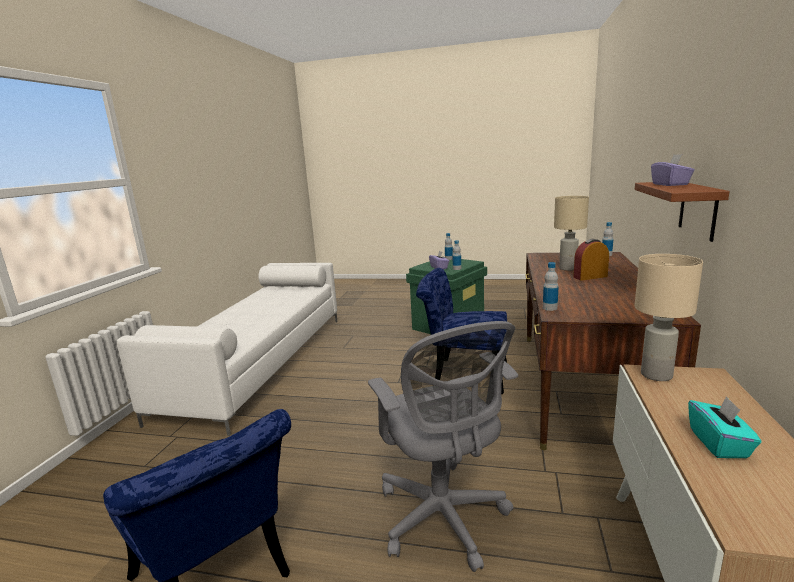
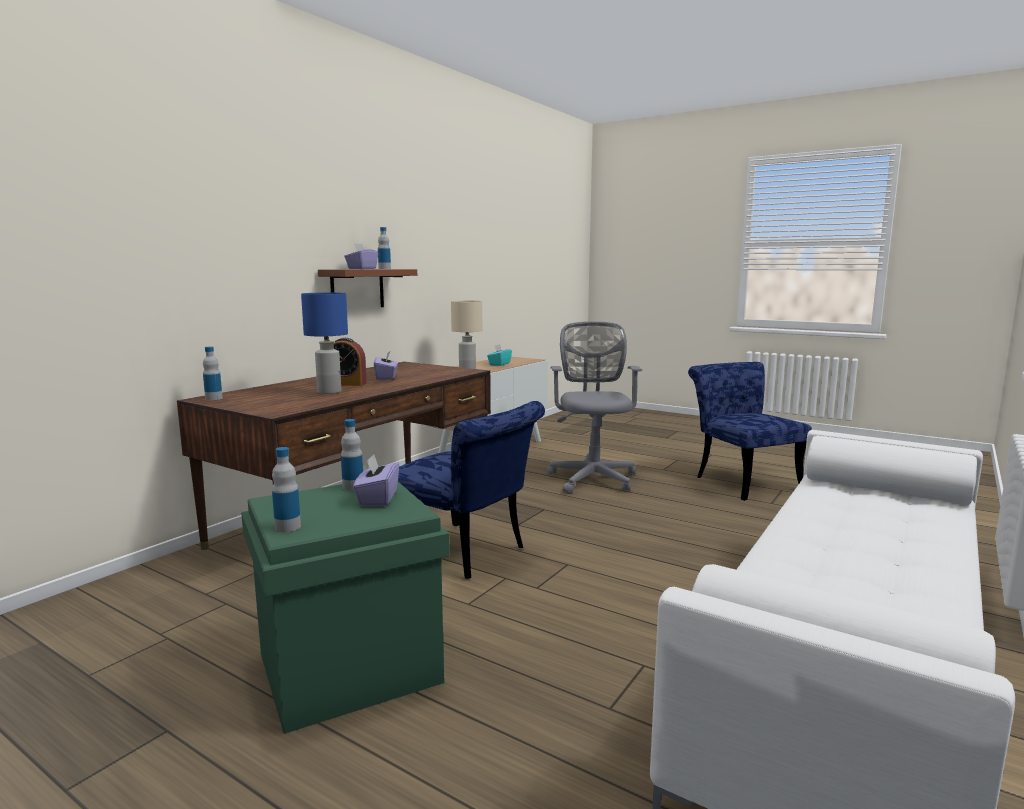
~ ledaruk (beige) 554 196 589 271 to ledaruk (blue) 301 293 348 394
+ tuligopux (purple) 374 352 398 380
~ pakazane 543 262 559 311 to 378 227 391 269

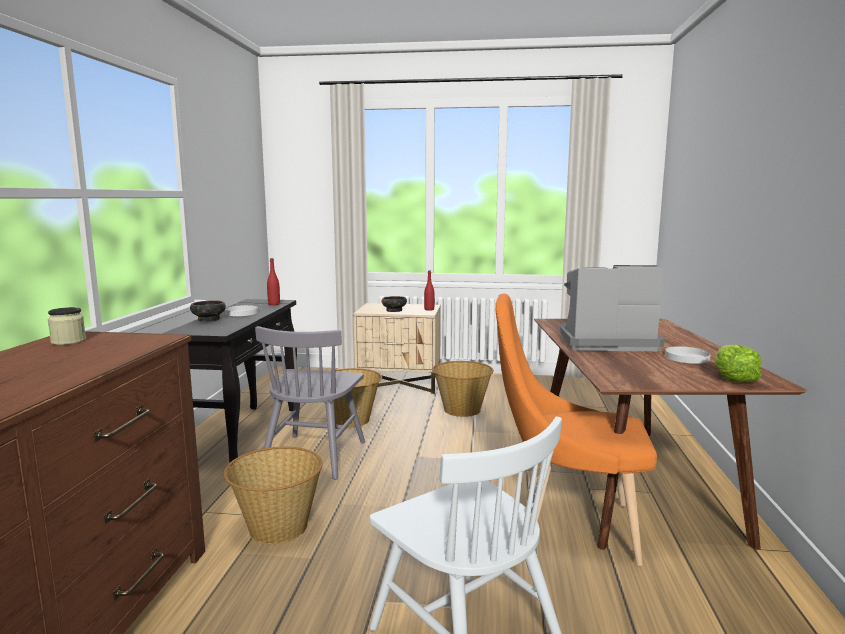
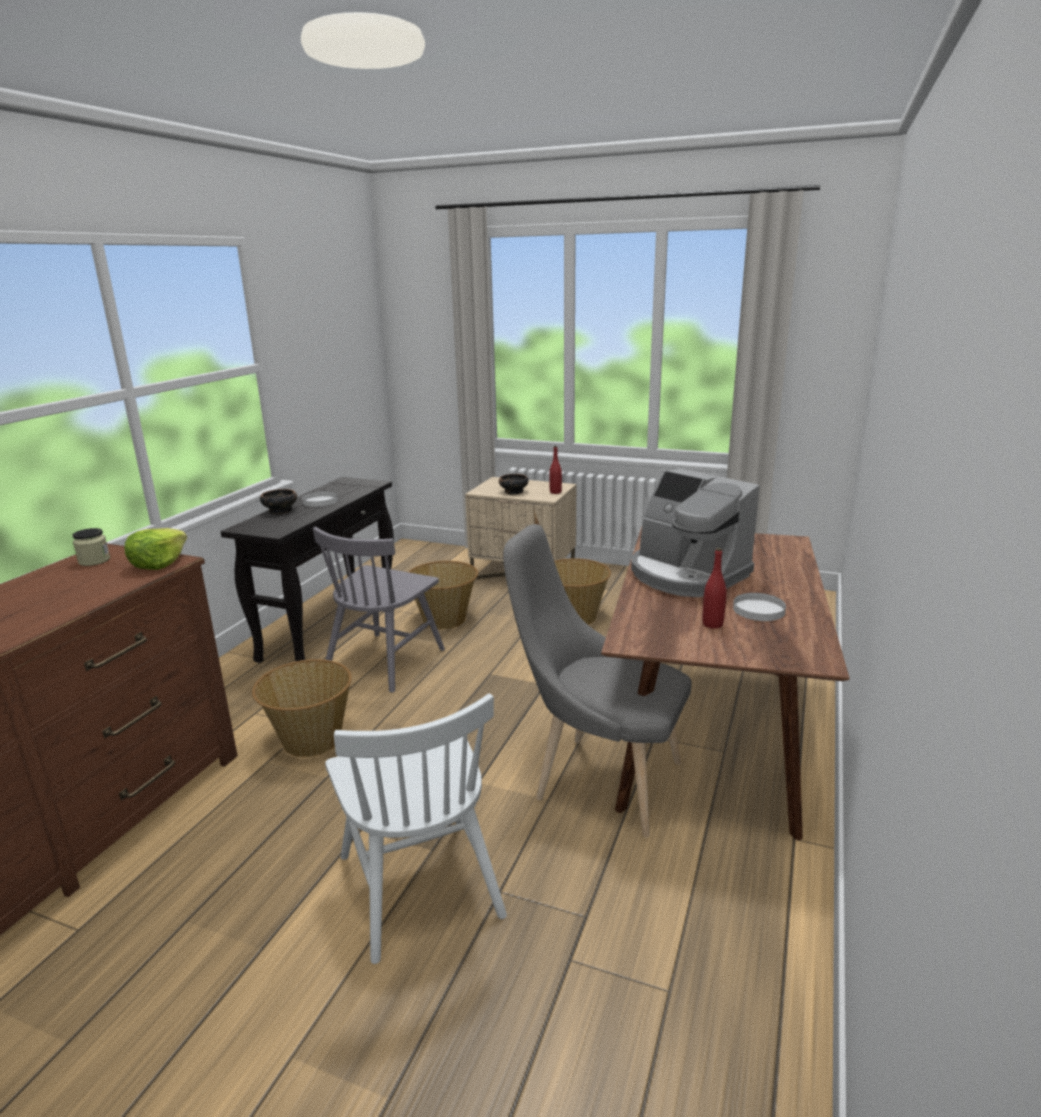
~ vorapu 715 345 762 382 to 124 528 187 570
~ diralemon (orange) 495 294 657 566 to diralemon (grey) 503 524 692 838
~ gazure 560 265 665 351 = 631 468 759 597 150 degrees counterclockwise
~ pakazane (red) 267 258 280 305 to 703 548 726 629

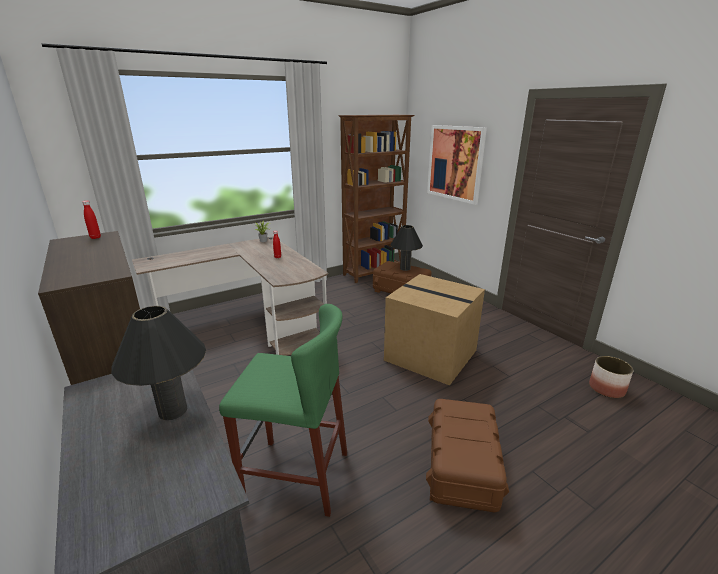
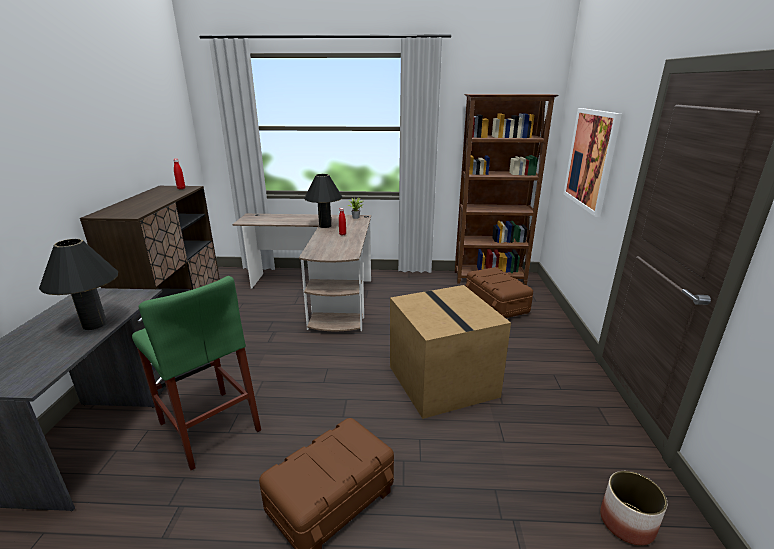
~ ledaruk (black) 390 225 423 271 to 304 174 342 228

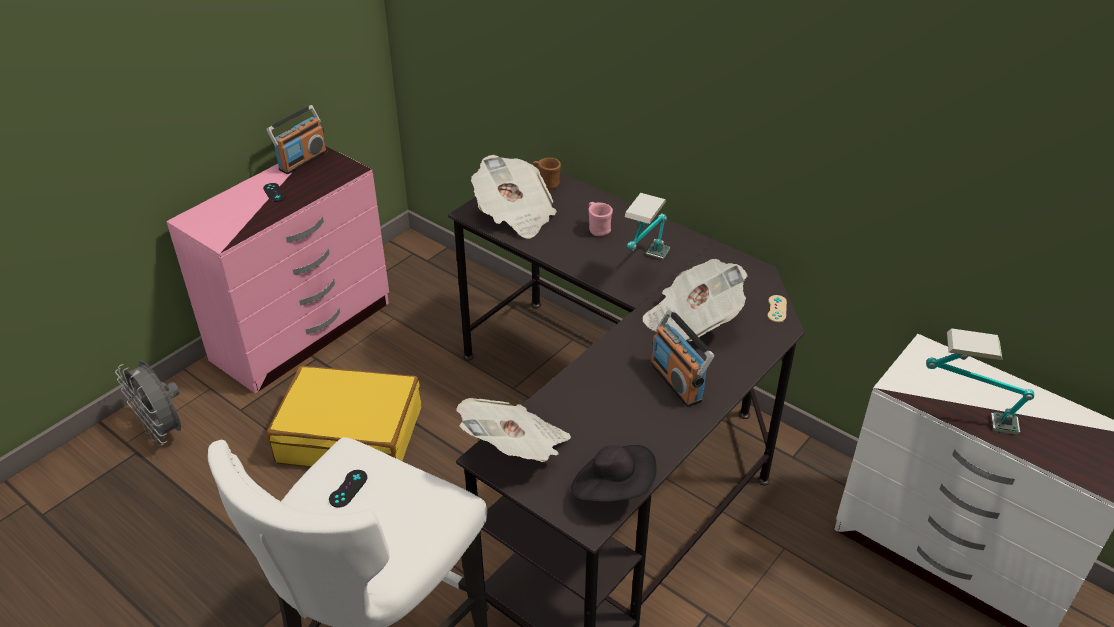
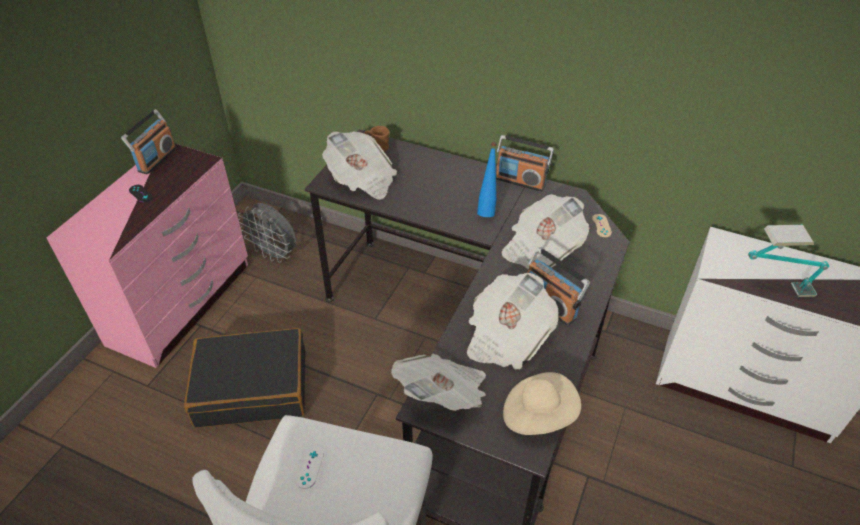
~ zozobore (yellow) 267 366 421 467 to zozobore (black) 184 328 305 428
~ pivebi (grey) 115 361 181 446 to 238 203 296 263
~ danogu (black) 329 470 367 508 to danogu (white) 296 447 324 489
+ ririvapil 467 273 559 370
~ ledaruk 624 193 670 260 to pakazane (blue) 477 142 497 217
+ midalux 496 135 554 192
~ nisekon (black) 571 445 657 502 to nisekon (beige) 503 372 581 435
- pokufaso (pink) 588 202 613 236

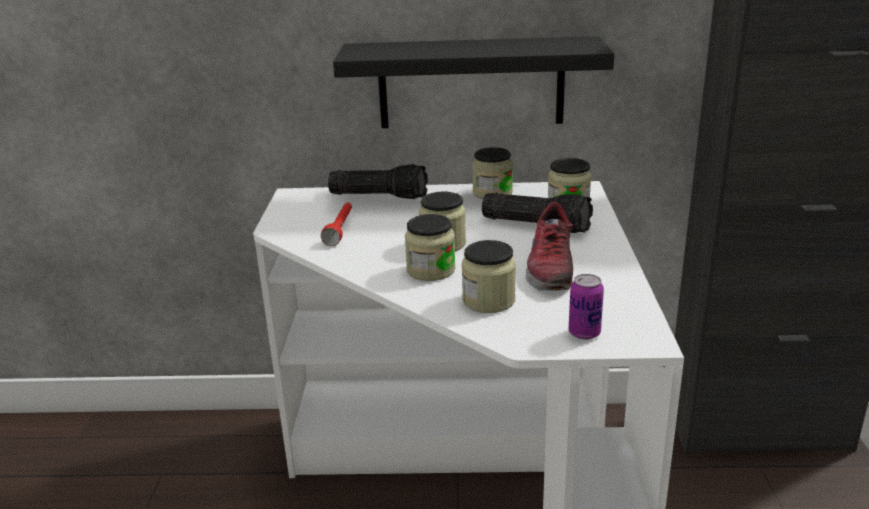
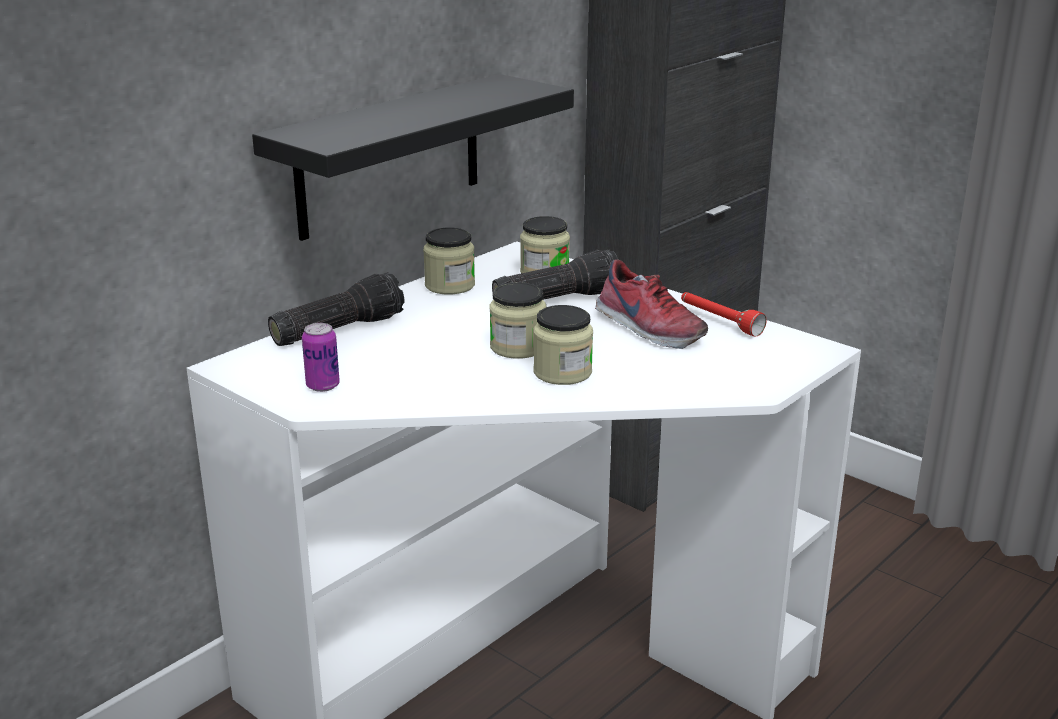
~ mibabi 569 274 604 340 to 302 323 340 392
~ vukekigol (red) 321 203 352 246 to 681 292 767 337
- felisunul 462 240 516 313

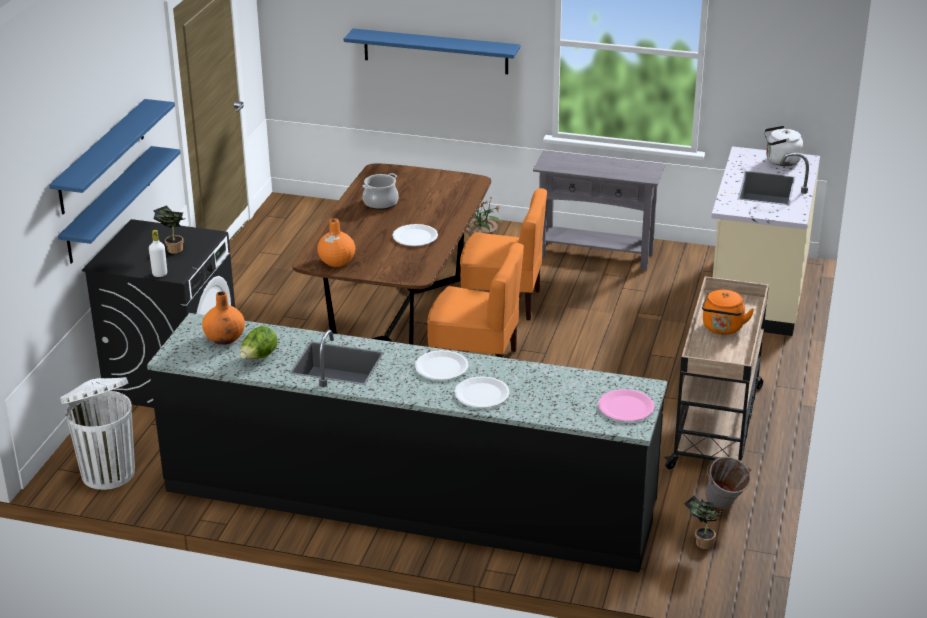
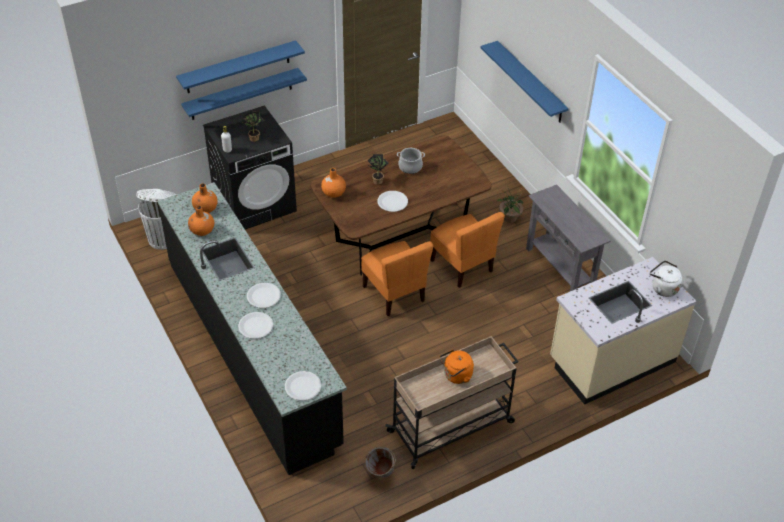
~ vorapu 240 326 278 359 to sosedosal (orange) 188 206 214 236
~ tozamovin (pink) 598 389 655 421 to tozamovin (white) 285 371 321 401
~ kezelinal 684 495 723 549 to 367 154 389 185

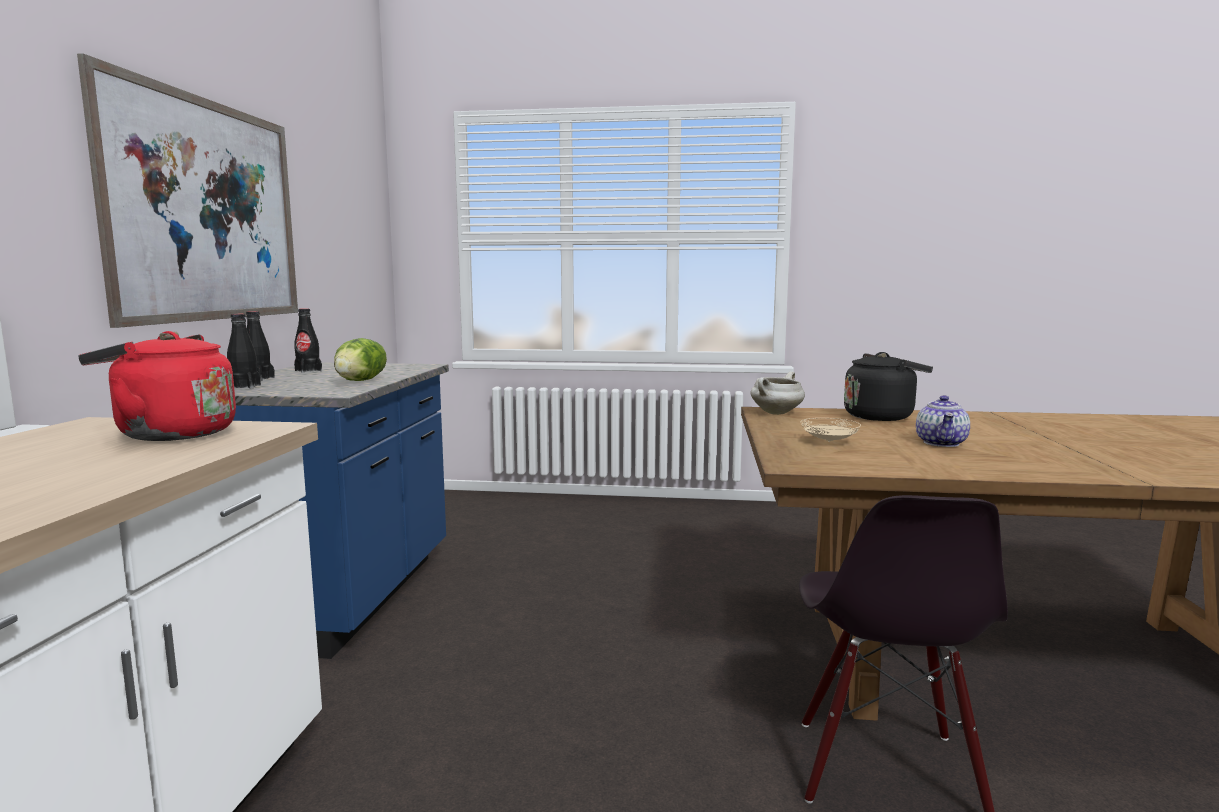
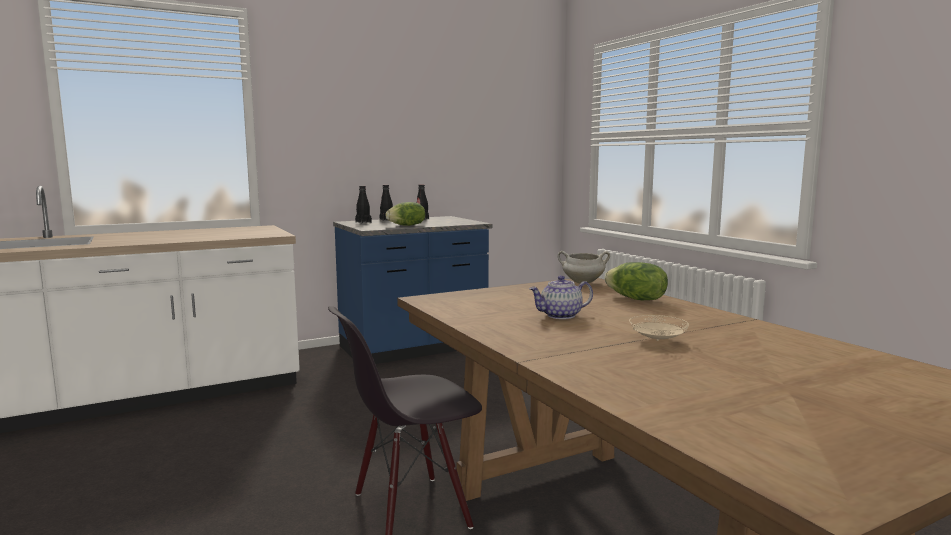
~ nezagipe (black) 844 352 933 421 to vorapu 605 262 668 300
~ tozamovin (beige) 800 418 861 442 to 629 315 689 341
- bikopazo 77 53 298 328
- nezagipe (red) 78 331 236 441

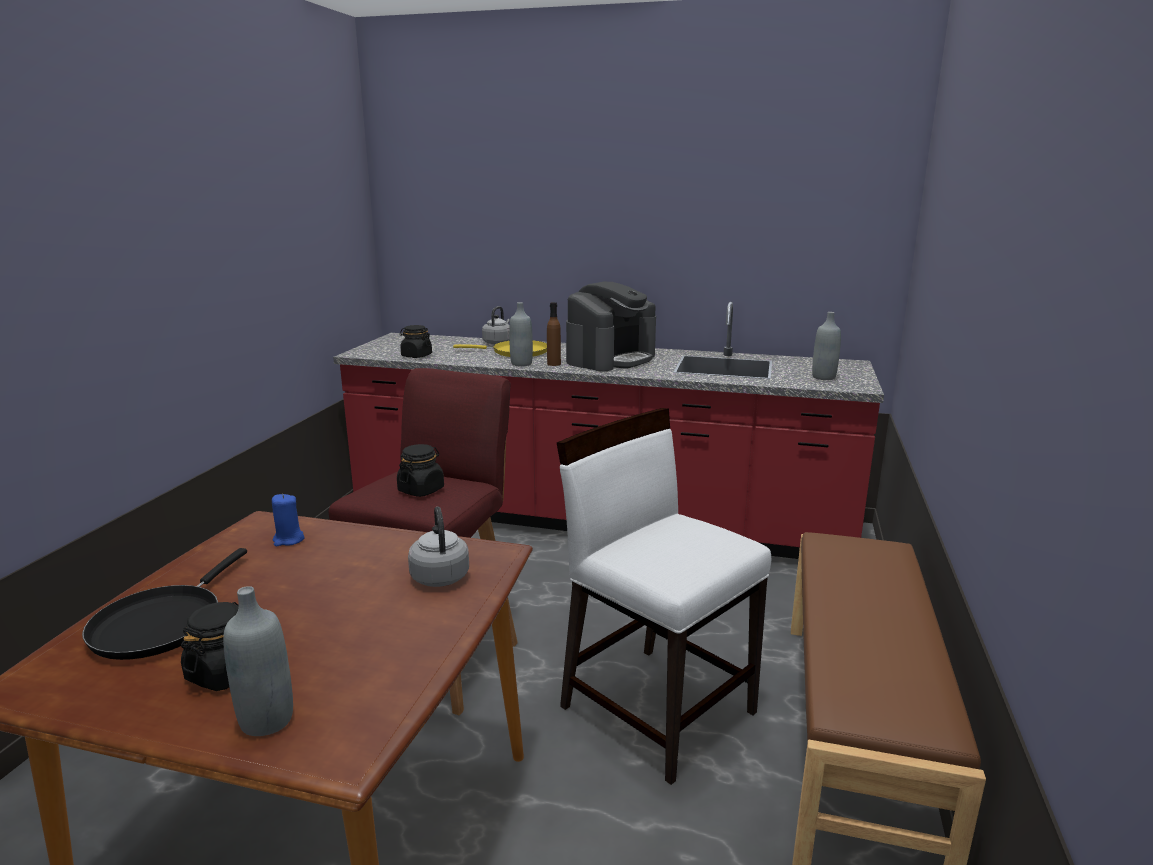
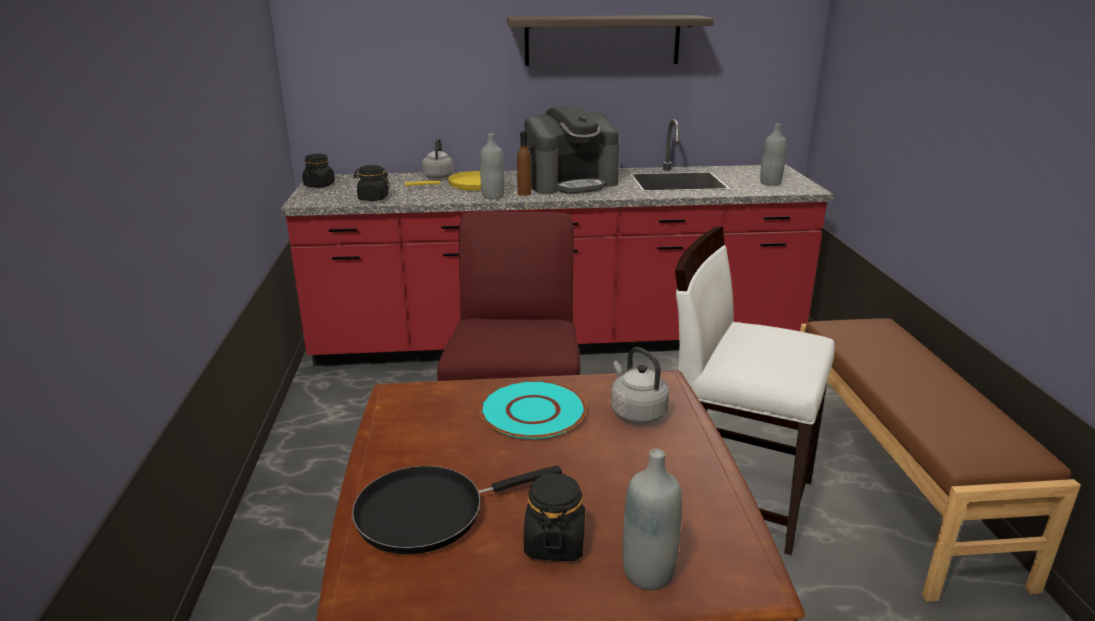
~ felisunul (black) 397 444 444 497 to 302 154 335 187
~ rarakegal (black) 82 548 247 660 = 352 465 562 554 75 degrees clockwise
+ tozamovin (turquoise) 480 381 586 439
+ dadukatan 507 15 714 66
~ gazure 566 282 656 371 = 525 106 619 194 45 degrees clockwise
- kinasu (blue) 272 494 305 546

